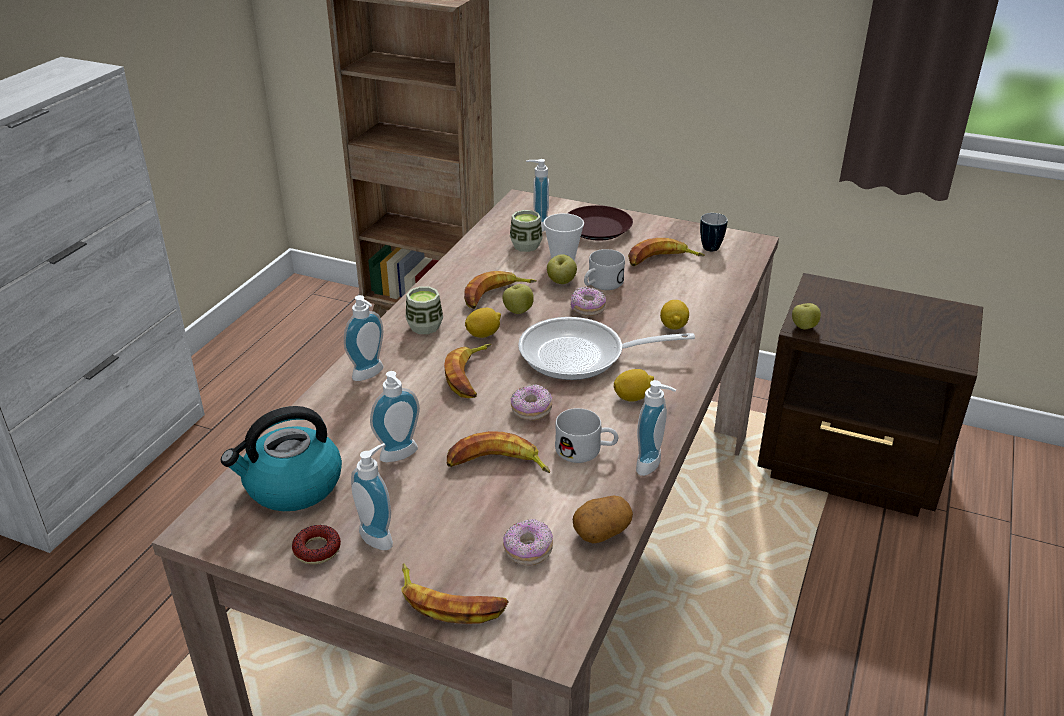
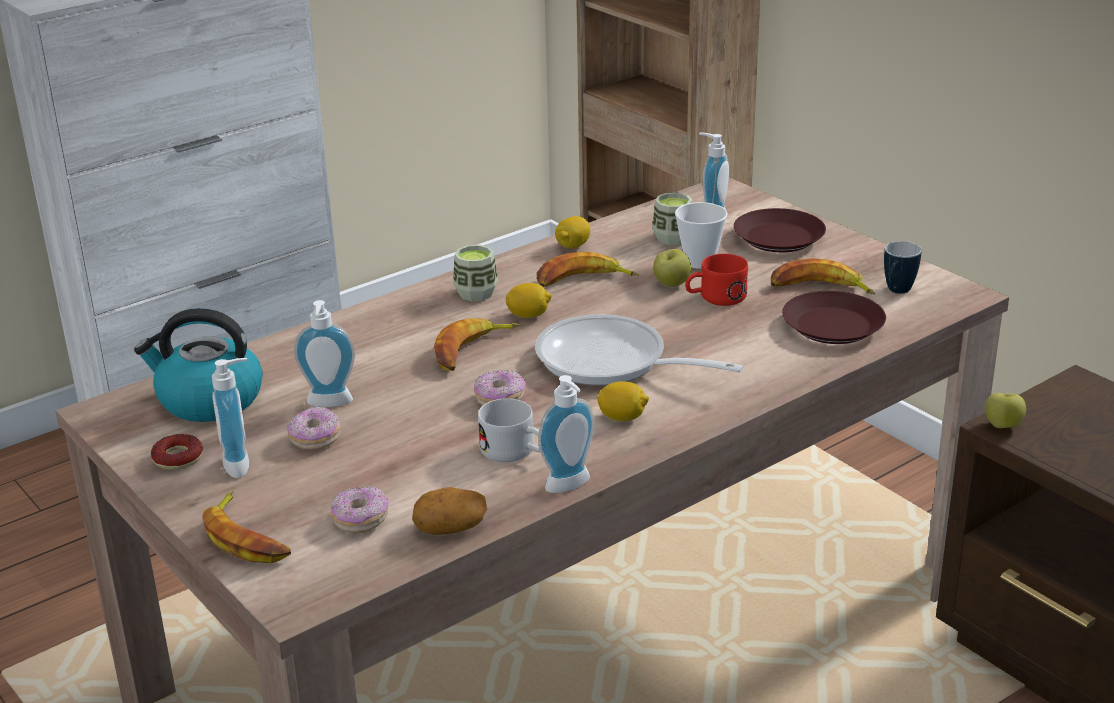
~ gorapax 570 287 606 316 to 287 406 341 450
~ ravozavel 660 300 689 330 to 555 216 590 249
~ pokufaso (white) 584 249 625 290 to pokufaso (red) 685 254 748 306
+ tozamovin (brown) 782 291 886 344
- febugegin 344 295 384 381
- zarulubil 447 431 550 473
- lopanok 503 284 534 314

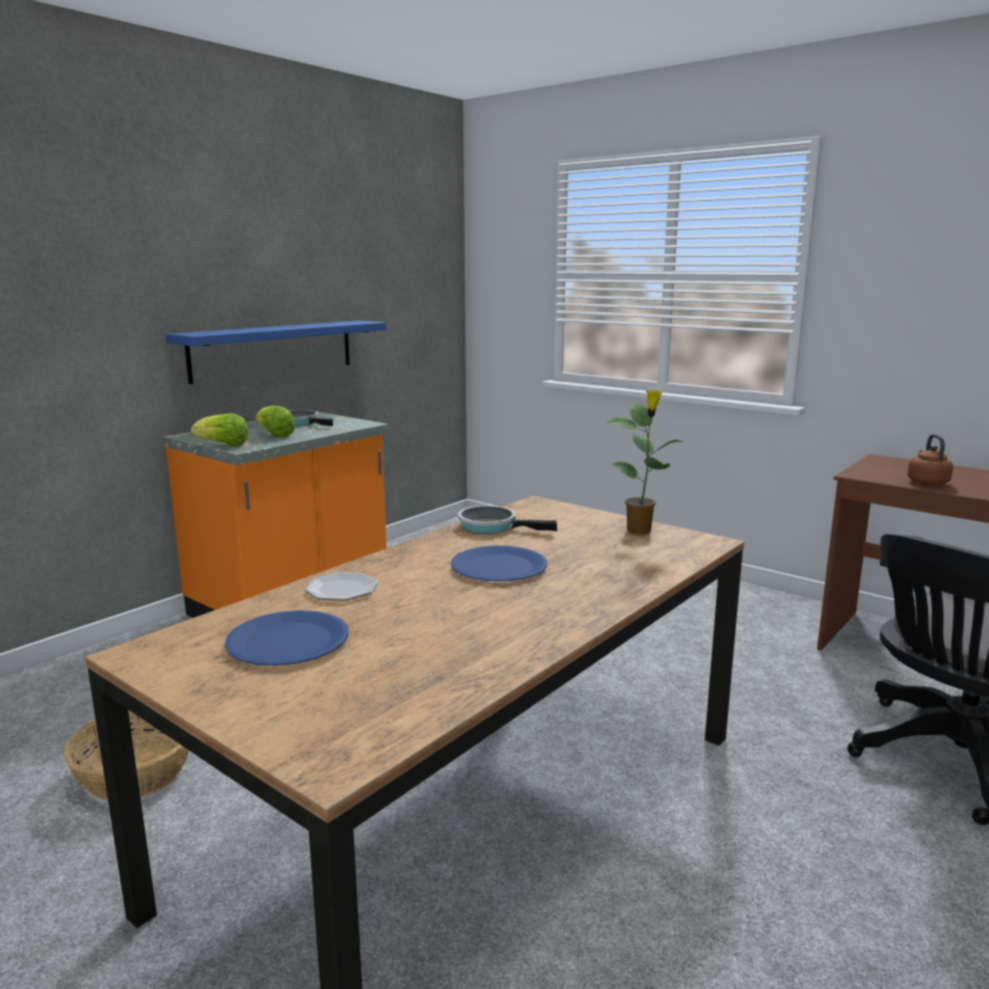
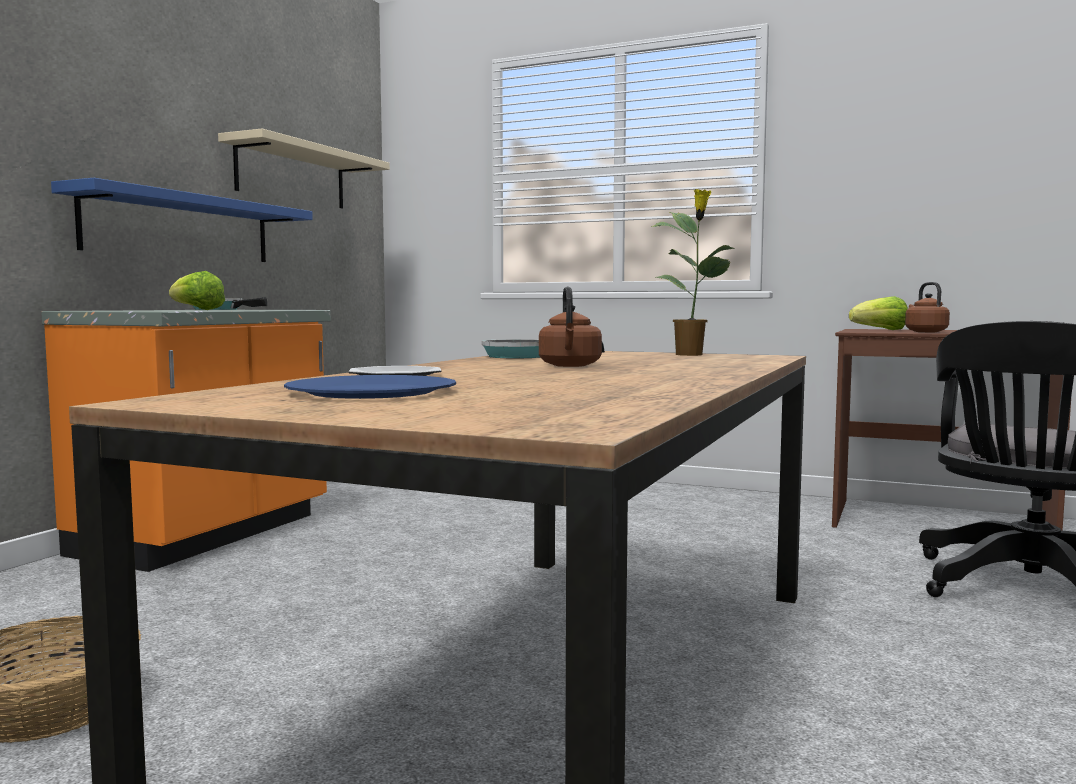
+ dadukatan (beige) 218 128 390 208
~ tozamovin (blue) 451 546 547 581 to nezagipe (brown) 539 287 602 367
~ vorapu 191 413 248 446 to 849 296 908 330

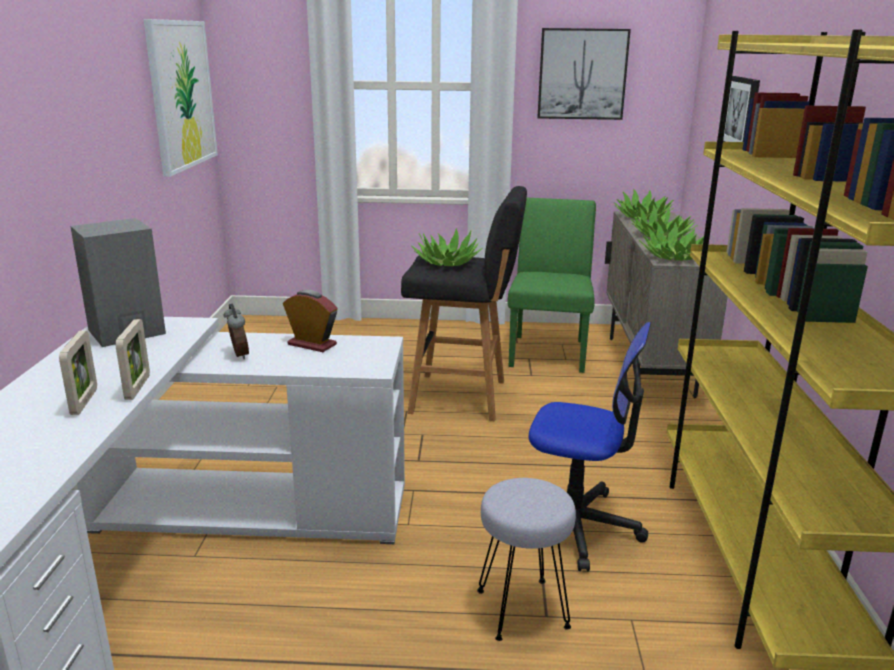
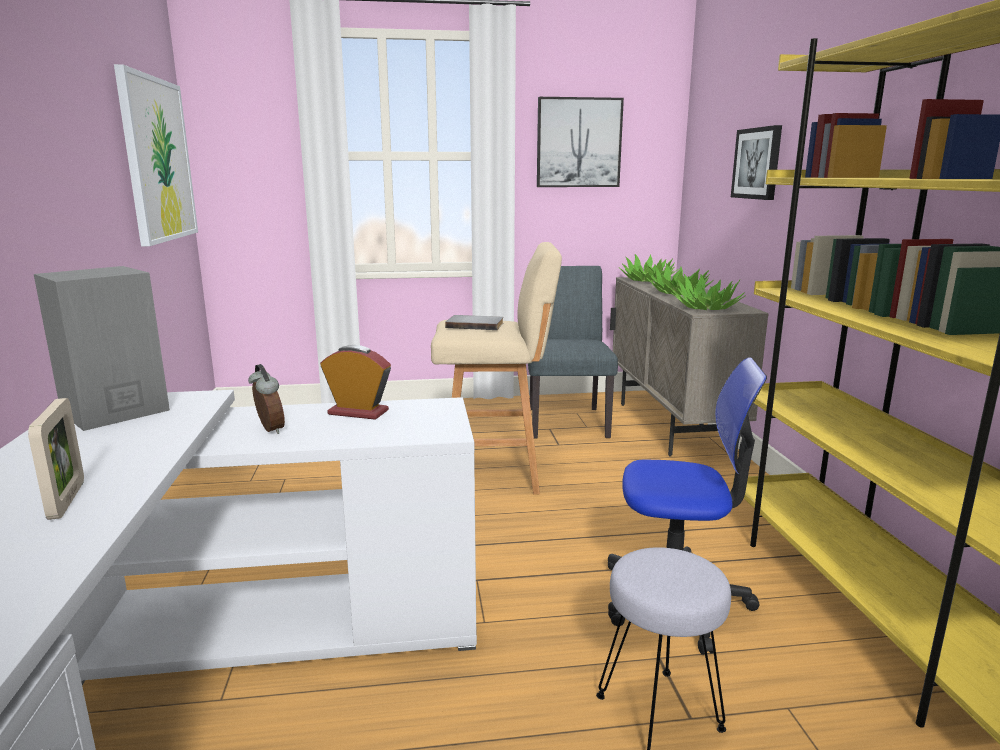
~ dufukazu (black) 401 186 527 421 to dufukazu (beige) 431 242 562 495
~ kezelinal 411 228 482 266 to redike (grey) 445 315 504 330
~ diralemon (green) 508 198 596 373 to diralemon (grey) 528 266 618 439
- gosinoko 116 319 150 400

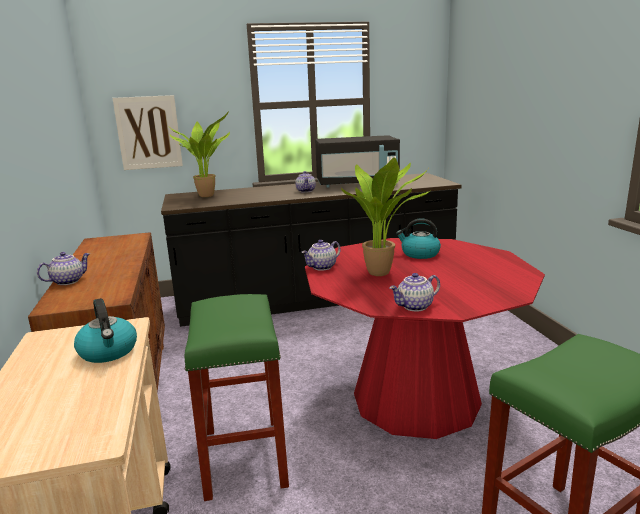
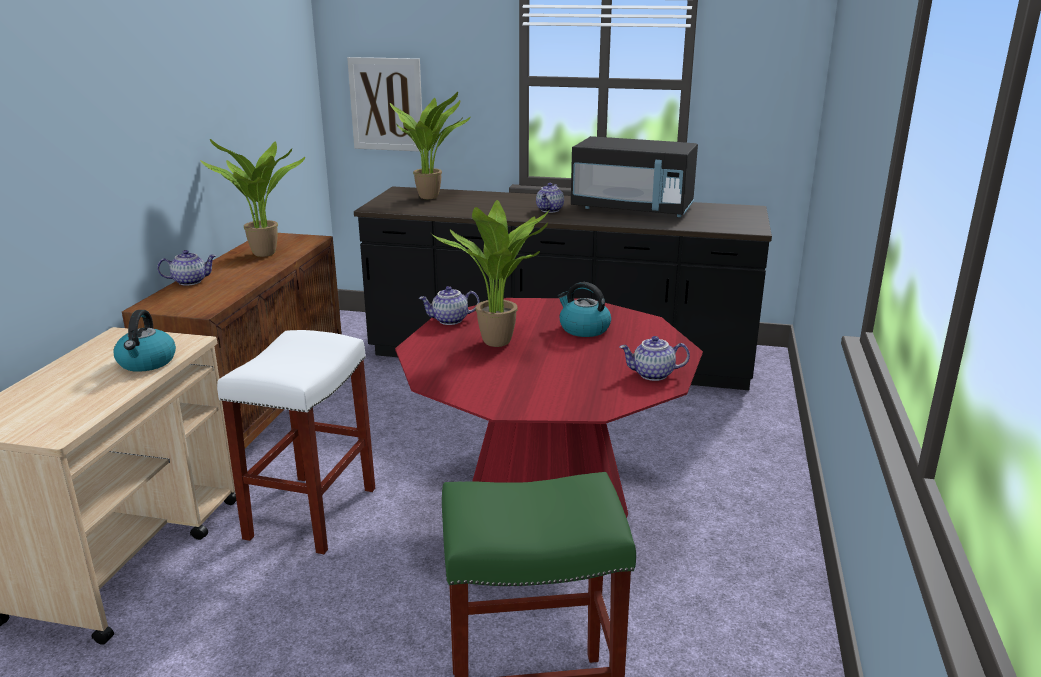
+ kezelinal 200 139 305 257
~ dufukazu (green) 185 294 289 501 to dufukazu (white) 217 330 375 554
~ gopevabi 389 273 440 311 to 620 336 690 381

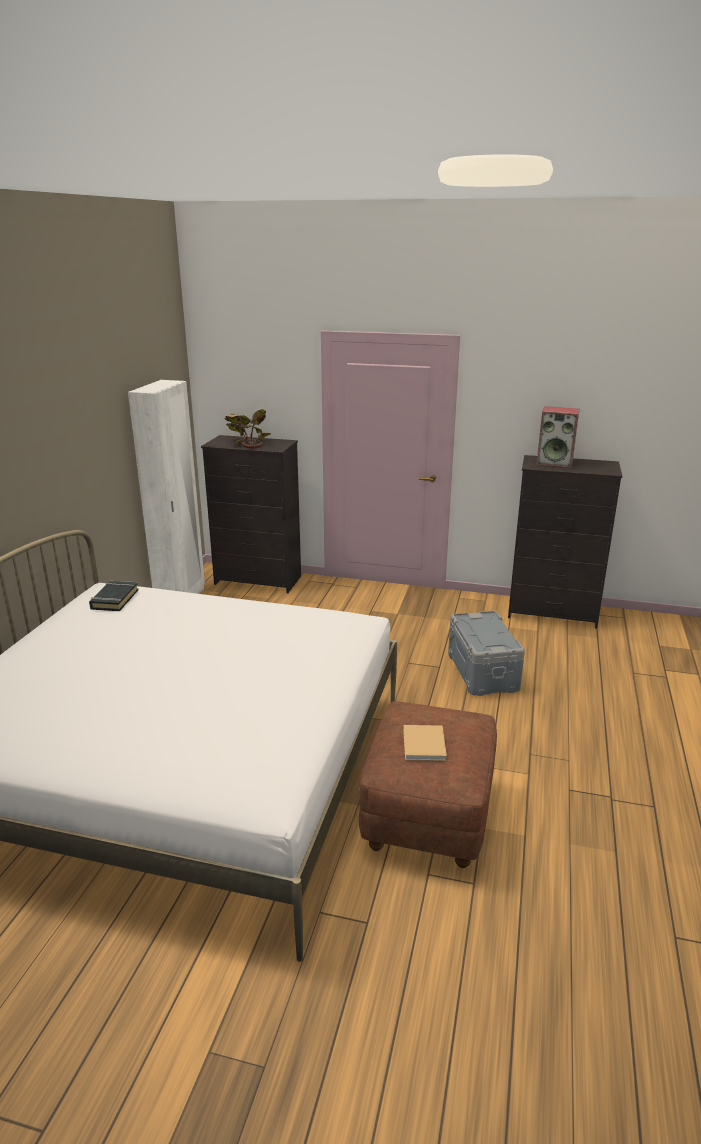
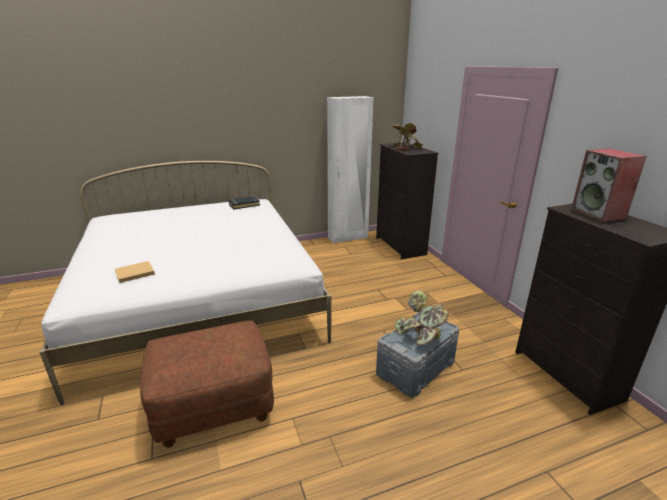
~ redike (beige) 403 725 447 761 to 115 261 155 283
+ kezelinal 395 290 449 346

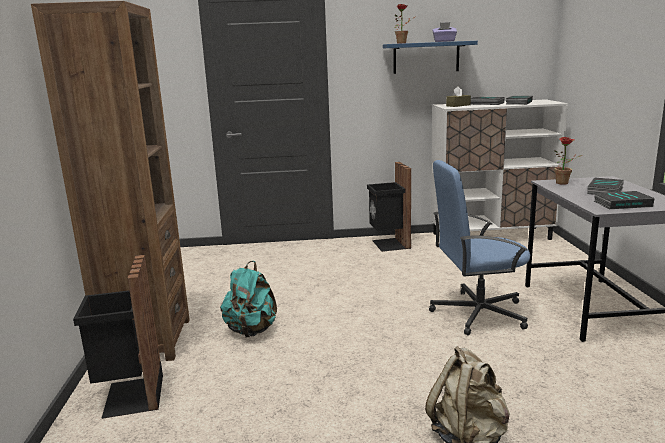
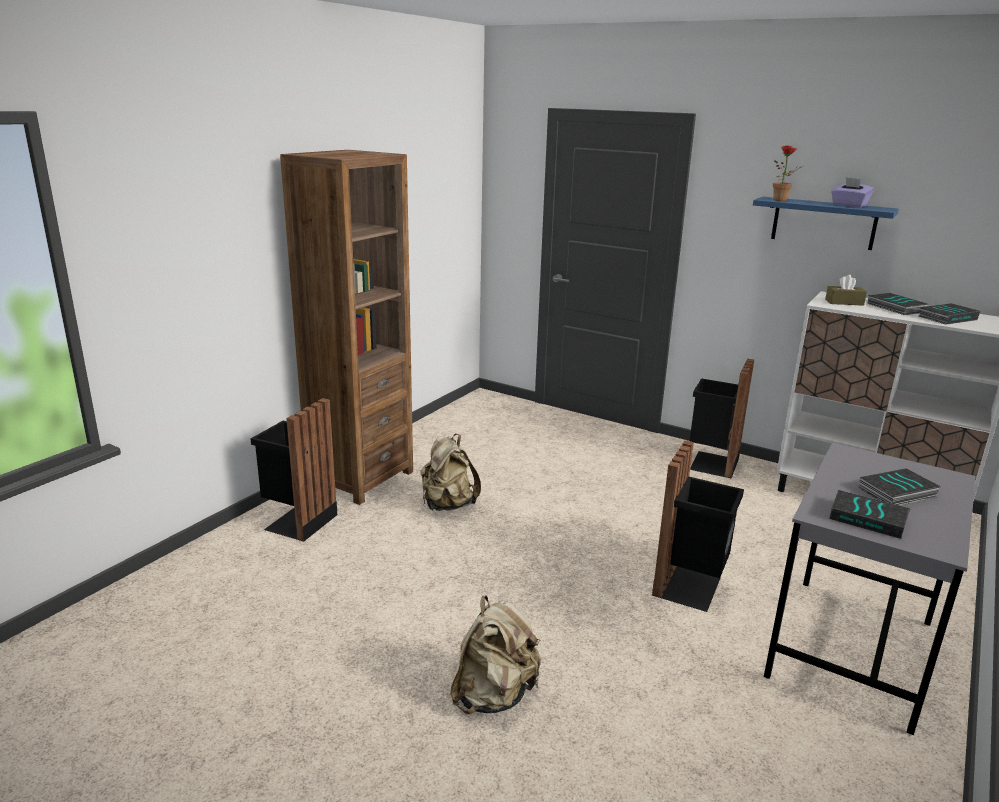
~ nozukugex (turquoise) 220 261 277 338 to nozukugex (beige) 420 434 481 511
~ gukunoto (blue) 429 160 530 336 to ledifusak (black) 652 440 744 612
- kezelinal 554 137 582 185

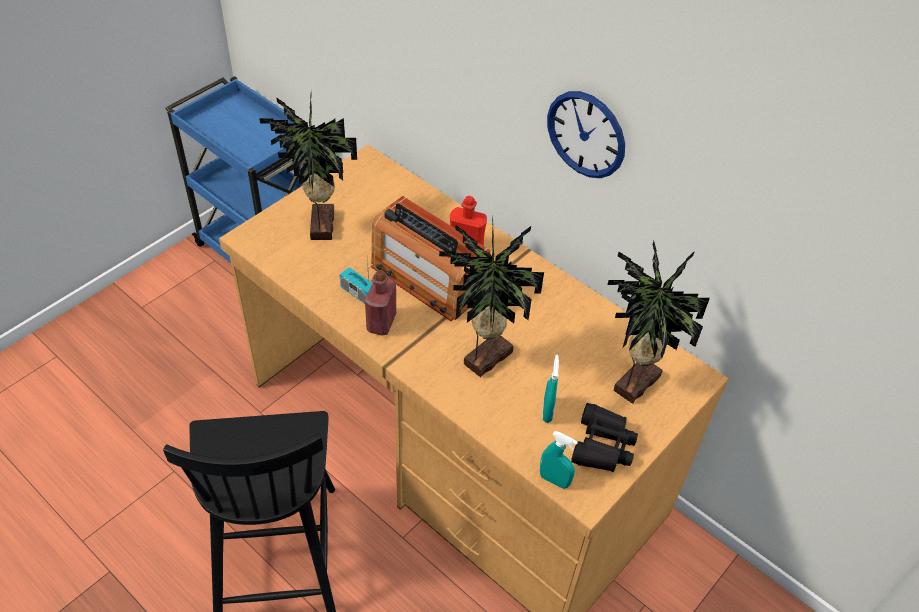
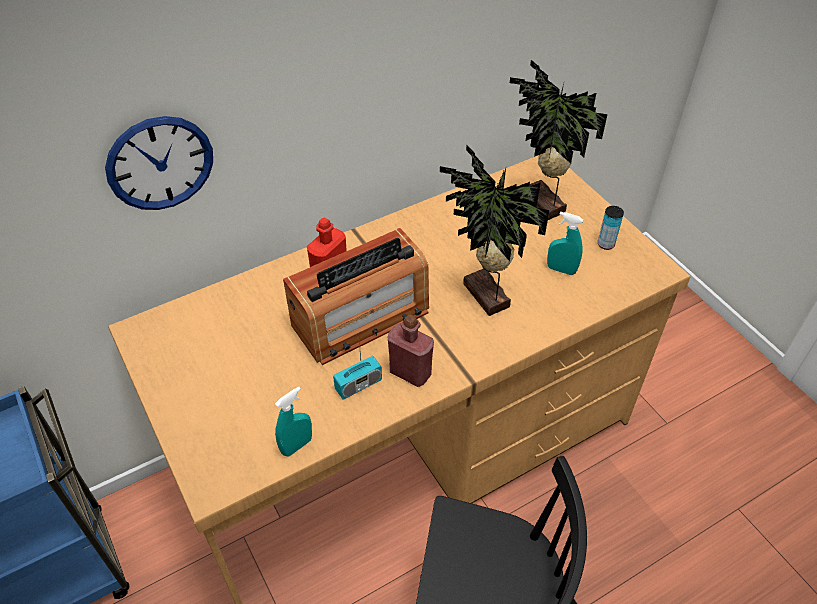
~ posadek 547 91 625 178 to 105 116 213 210
~ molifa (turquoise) 540 431 578 489 to 275 386 312 457
~ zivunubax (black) 571 403 638 472 to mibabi 598 206 624 250
- kezelinal 259 93 357 240

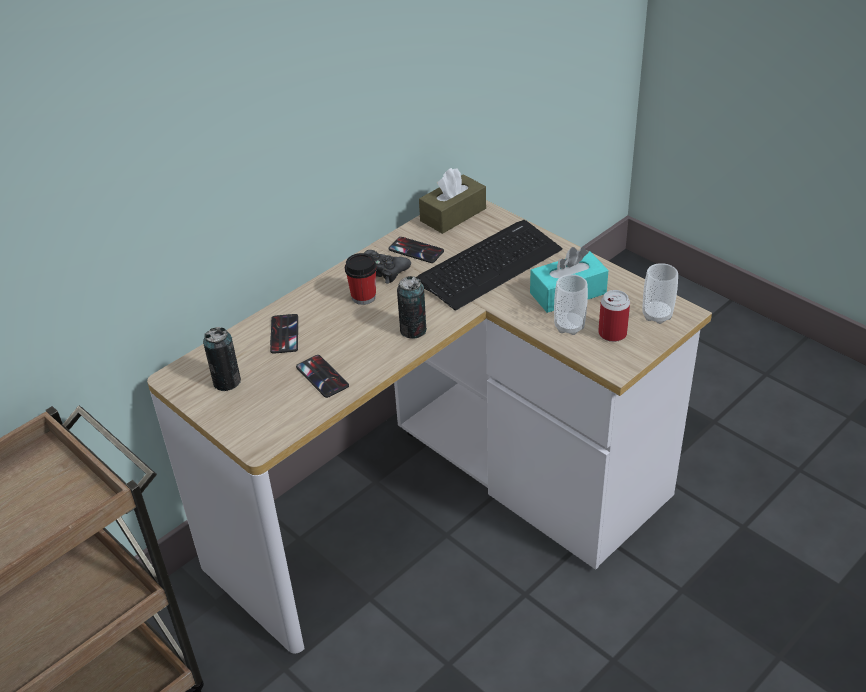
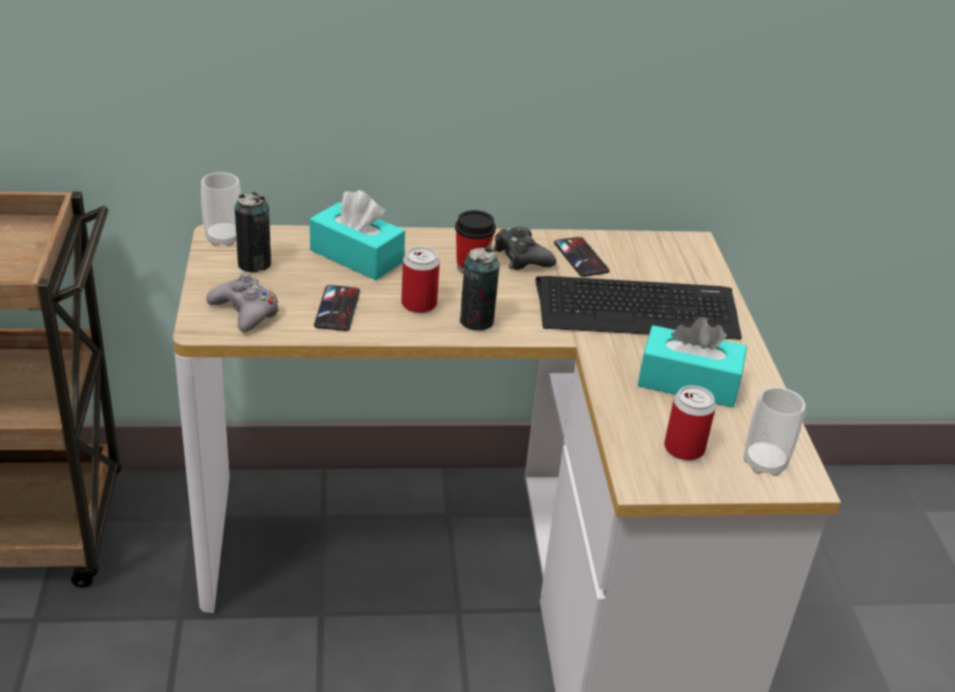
~ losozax 554 274 588 335 to 201 172 241 247
+ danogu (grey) 206 272 279 332
~ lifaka 270 314 298 354 to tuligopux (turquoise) 310 190 405 280
+ mibabi 401 246 440 313
- tuligopux (brown) 419 168 486 234

